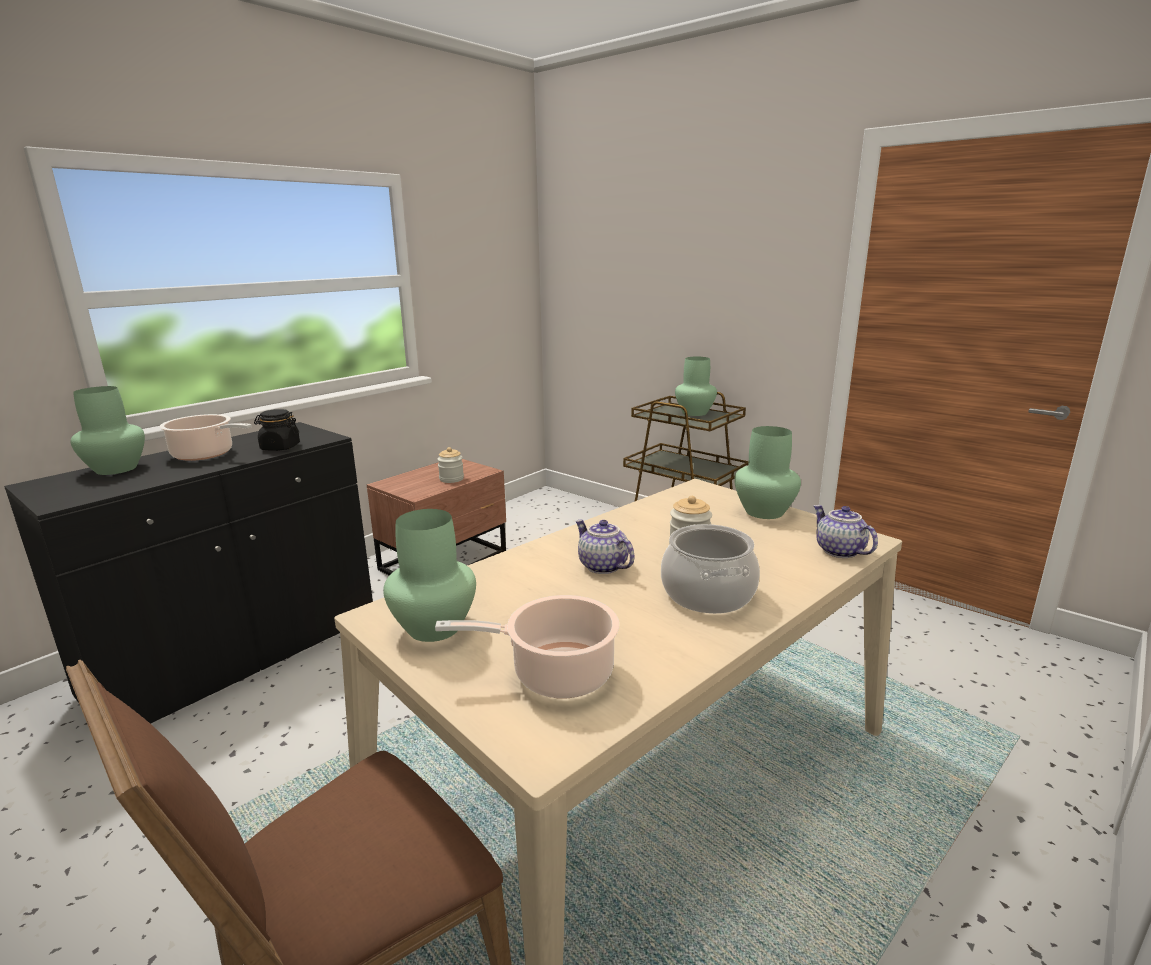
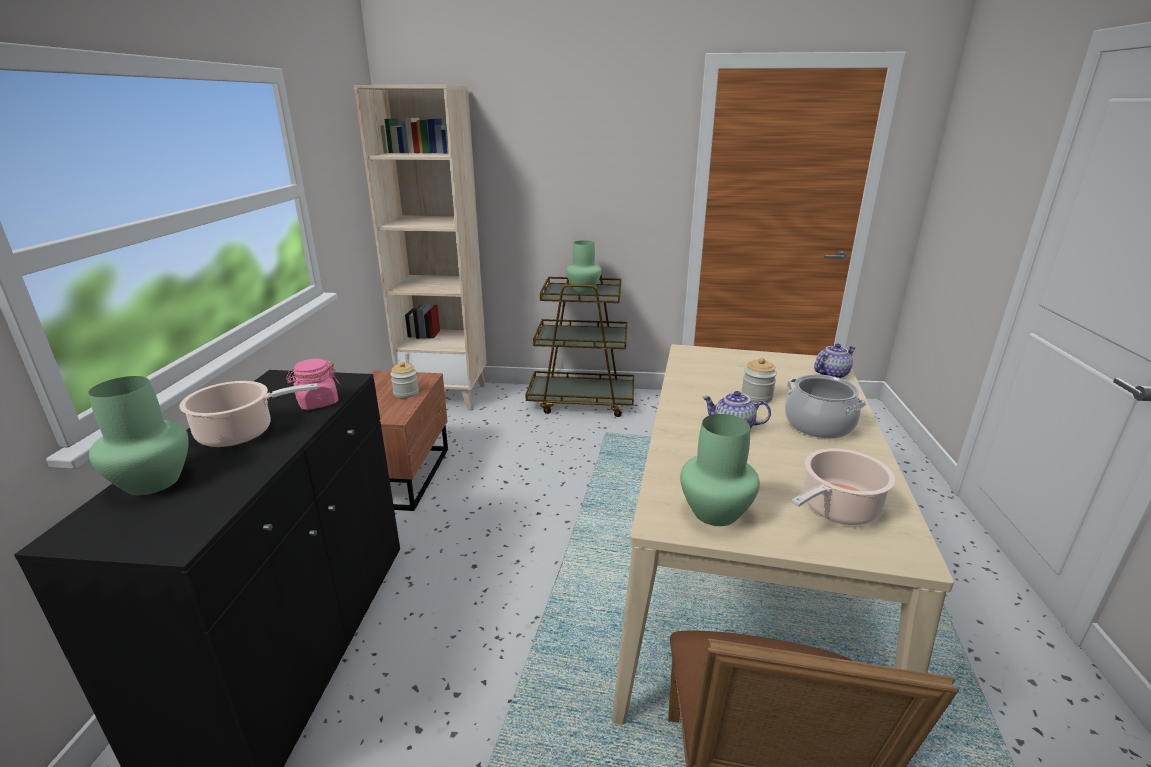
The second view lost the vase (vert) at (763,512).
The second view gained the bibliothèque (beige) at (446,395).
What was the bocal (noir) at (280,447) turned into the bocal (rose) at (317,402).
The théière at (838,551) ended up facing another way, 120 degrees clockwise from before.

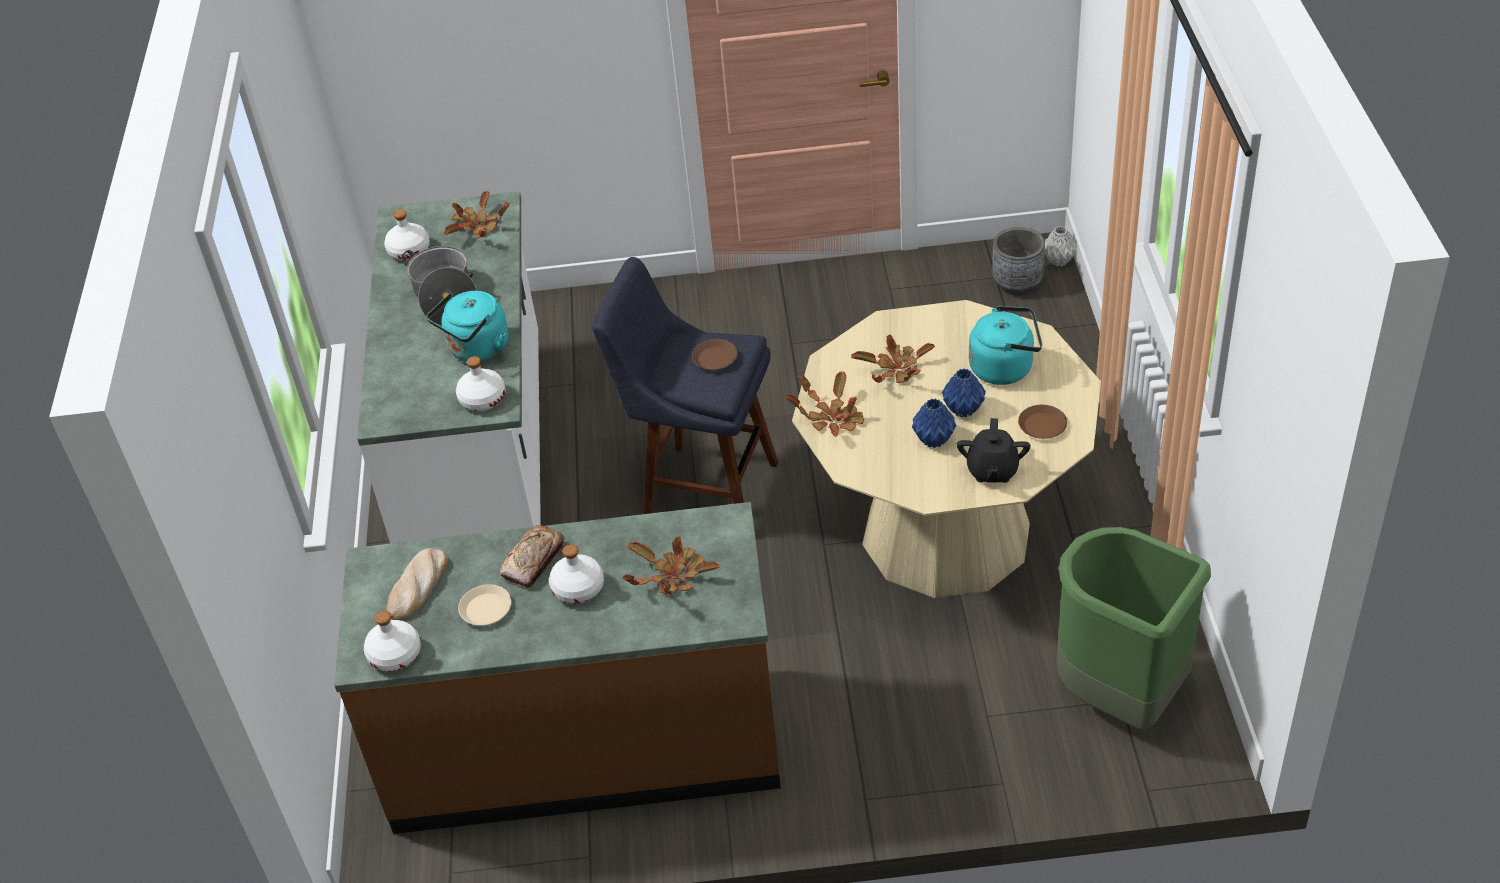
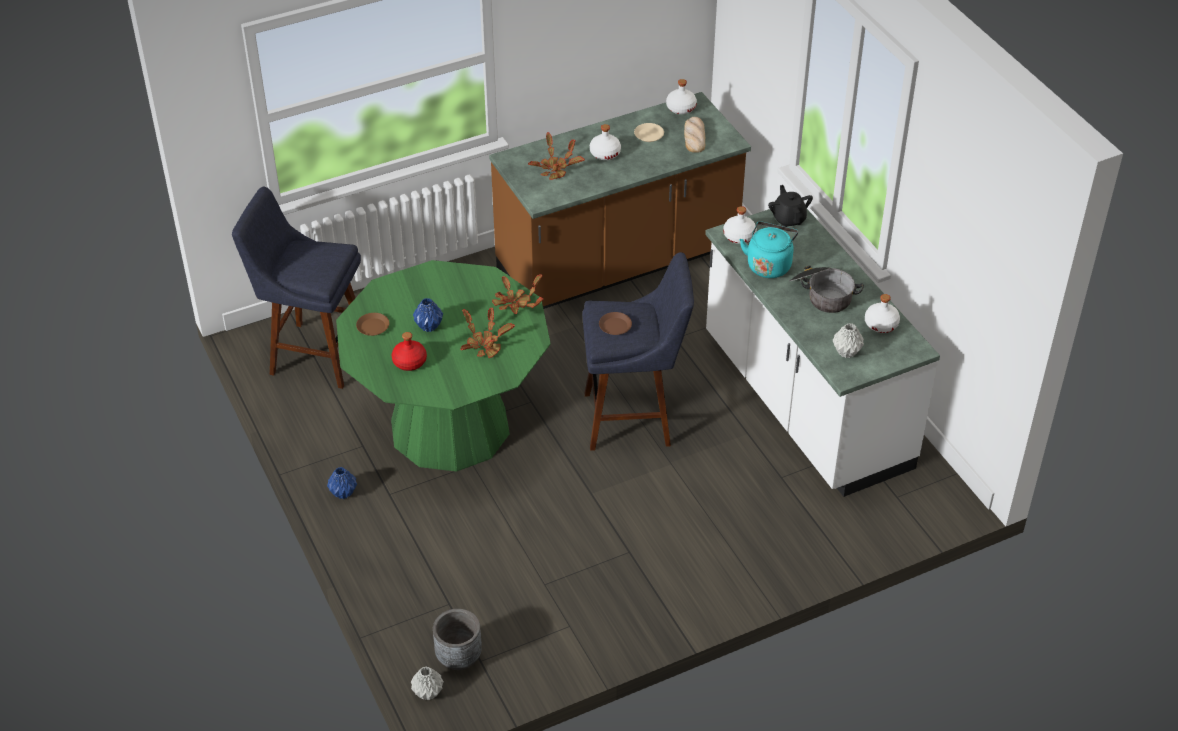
The second view lost the pain at (534,561).
The vase (bleu) ended up elsewhere, having gone from (933,440) to (343,493).
The théière (noir) ended up elsewhere, having gone from (992,470) to (788,219).
Where the plante en pot stood at (476,227), the vase (gris) came to stand at (846,353).
Where the bouilloire (turquoise) stood at (1005,367), the bouteille (rouge) came to stand at (409,362).
Where the poubelle (vert) stood at (1119,697), the tabouret (bleu) came to stand at (313,354).
What was the table à manger (beige) at (946,533) turned into the table à manger (vert) at (450,427).

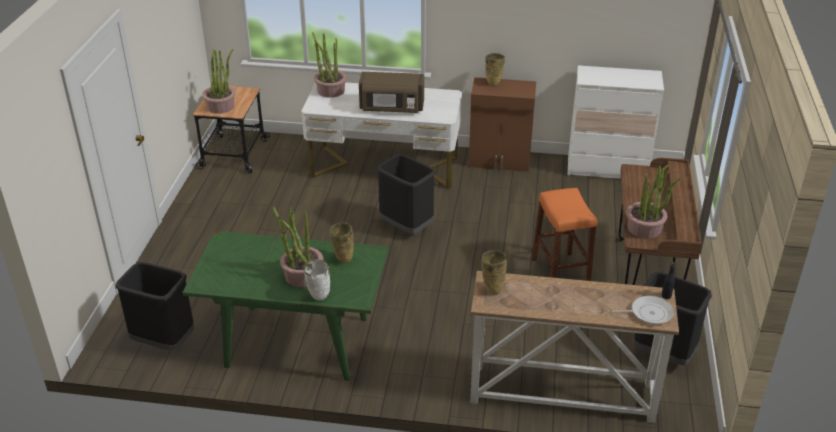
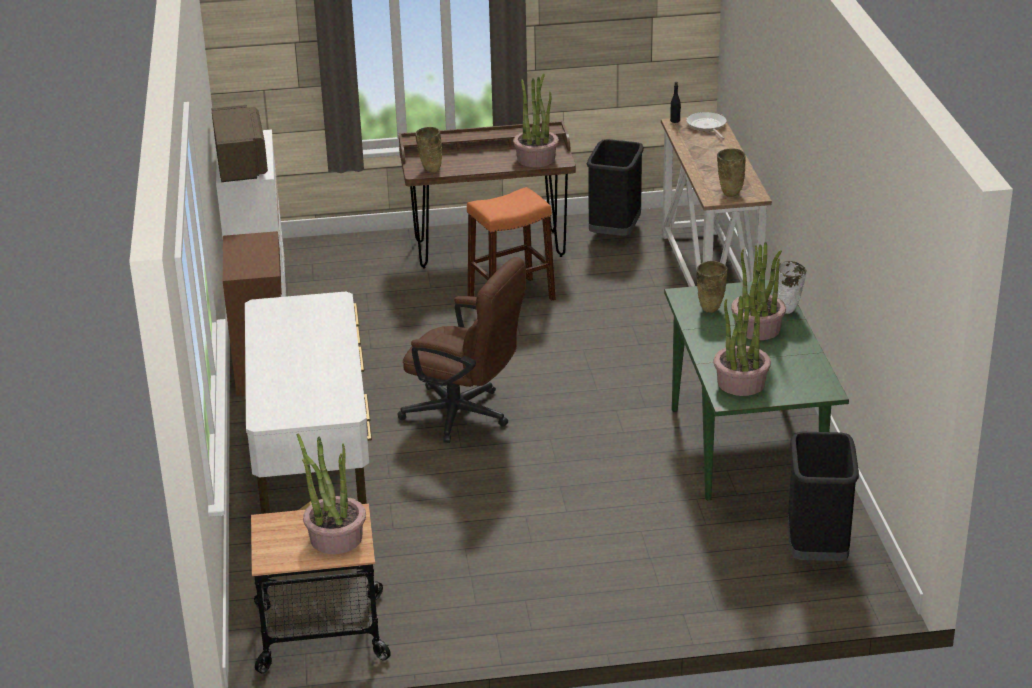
The plante en pot ended up elsewhere, having gone from (330,90) to (741,383).
The micro-ondes (marron) ended up elsewhere, having gone from (391,107) to (241,164).
The vase (beige) ended up elsewhere, having gone from (494,83) to (430,170).
Where the poubelle (noir) stood at (406,227), the chaise de bureau (marron) came to stand at (465,416).

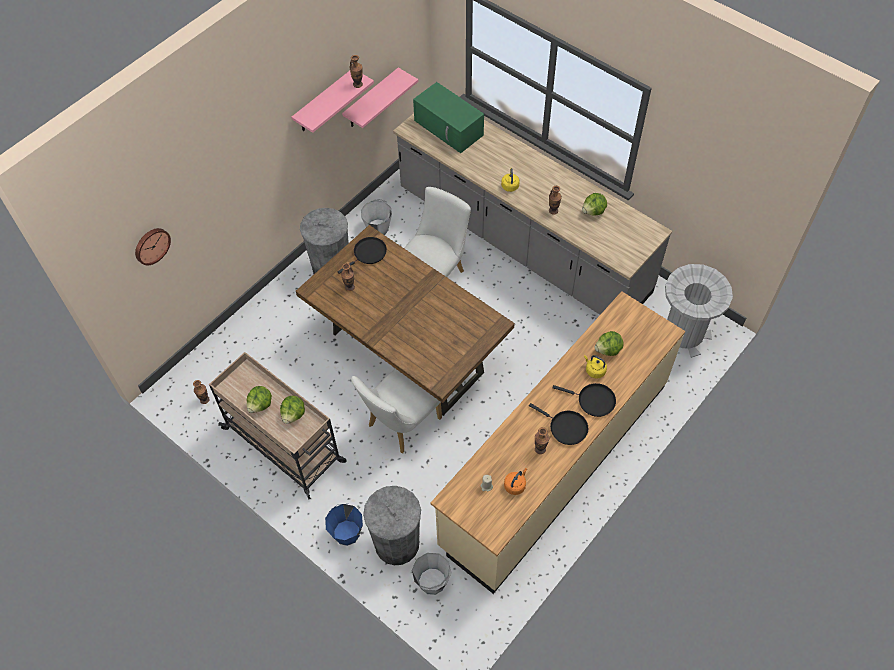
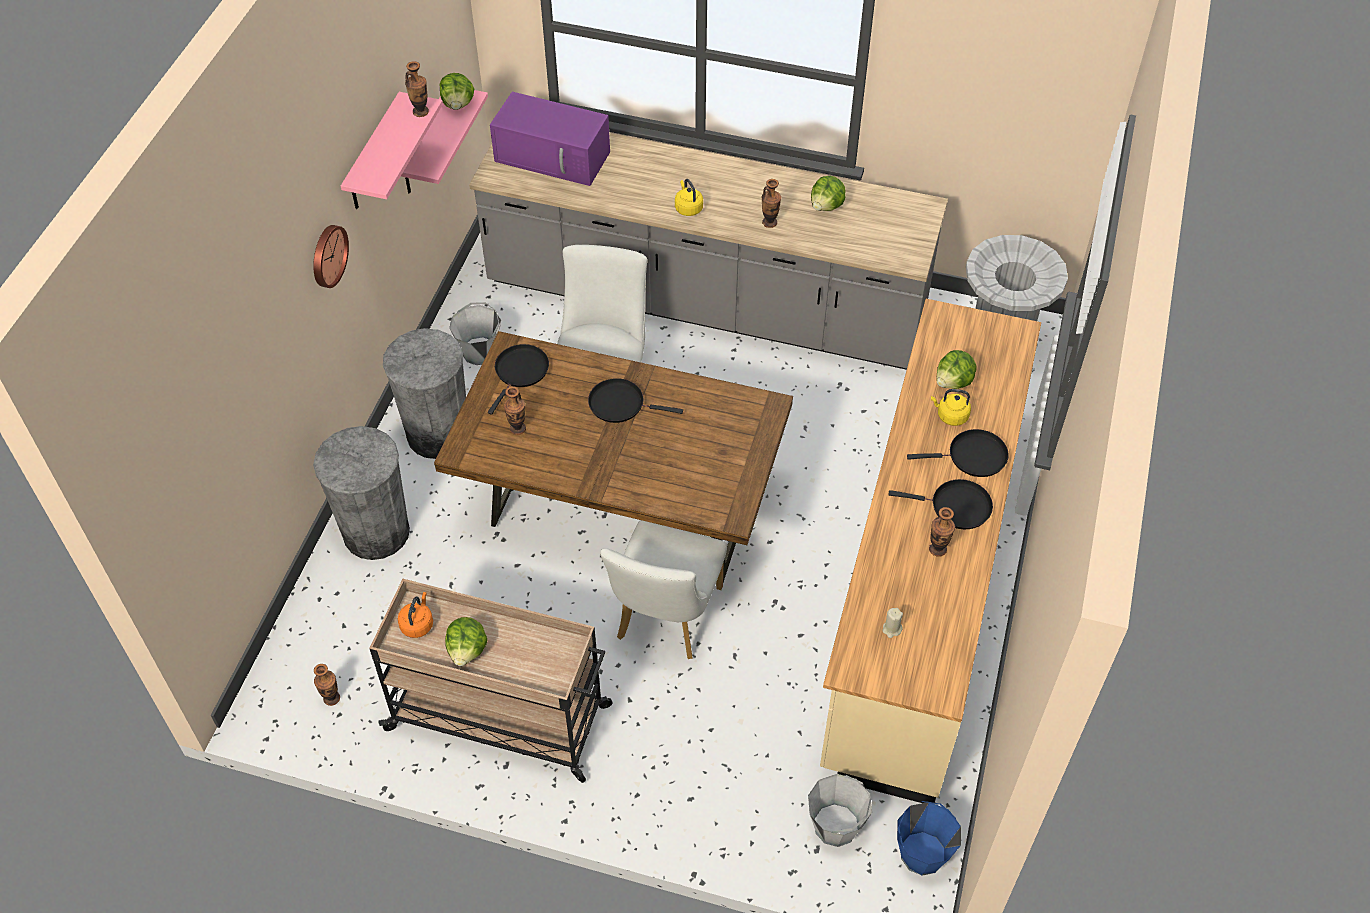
The second view gained the poêle (noir) at (620,404).
The horloge murale ended up elsewhere, having gone from (151,245) to (327,255).
The laitue ended up elsewhere, having gone from (294,414) to (458,104).
The seau (bleu) ended up elsewhere, having gone from (347,533) to (922,853).
The poubelle (gris) ended up elsewhere, having gone from (397,543) to (376,532).
The bouilloire (orange) ended up elsewhere, having gone from (515,485) to (417,624).
What was the micro-ondes (vert) at (449,128) turned into the micro-ondes (violet) at (554,156).

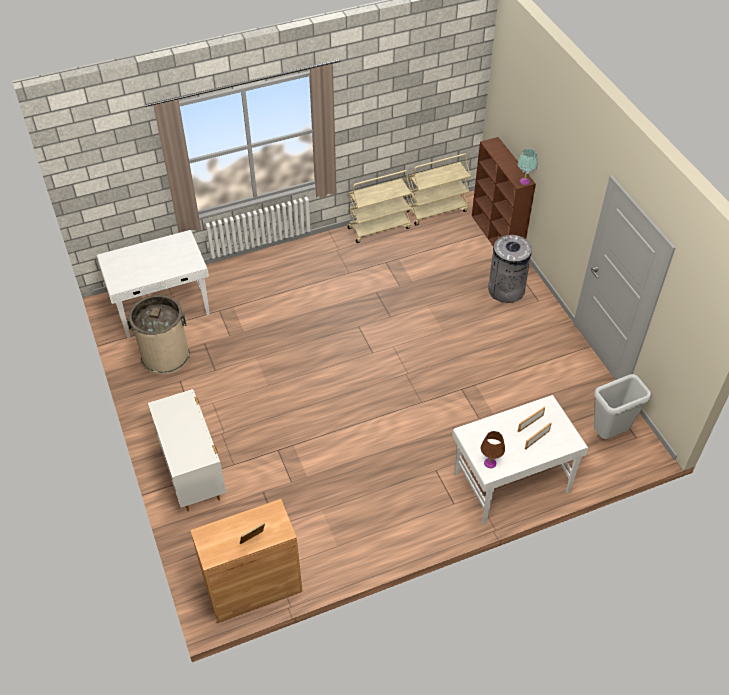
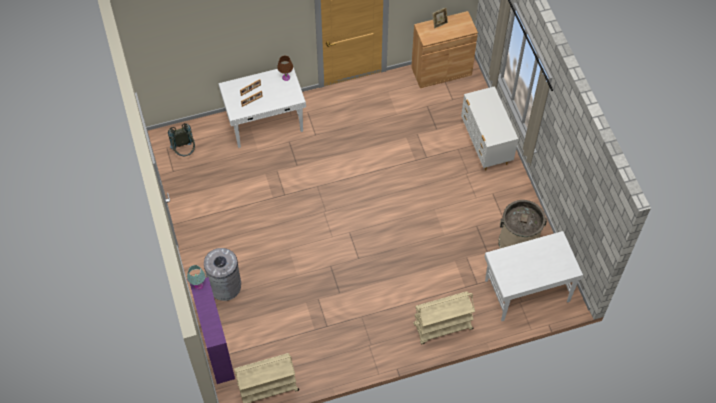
The chariot (beige) ended up elsewhere, having gone from (379,227) to (442,327).
Where the poubelle (gris) stood at (609,434), the sac à dos (gris) came to stand at (185,151).
What was the bibliothèque (marron) at (497,237) turned into the bibliothèque (violet) at (217,349).

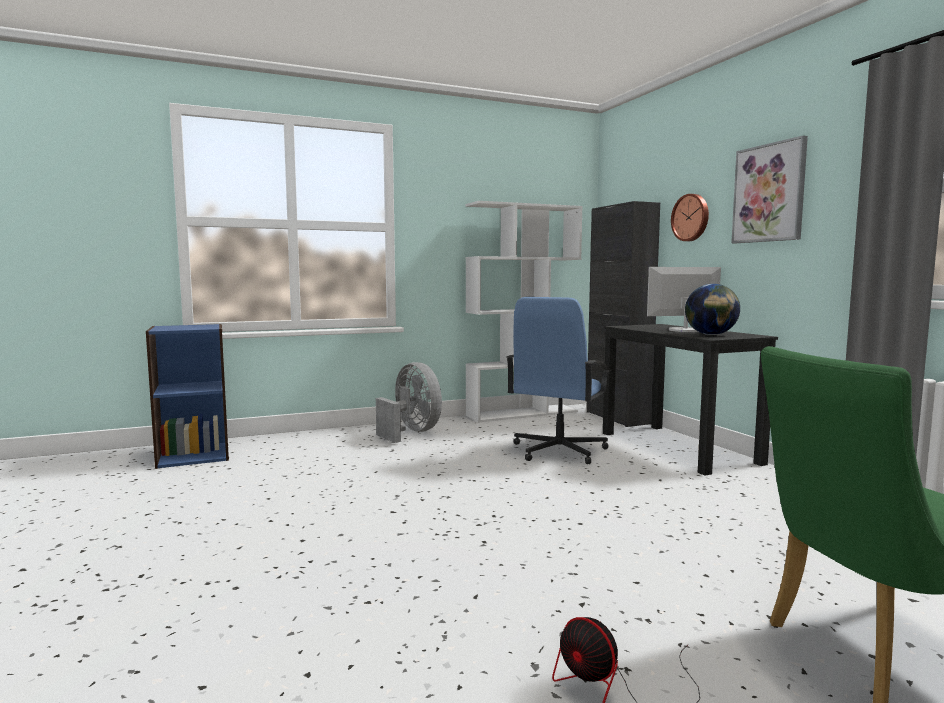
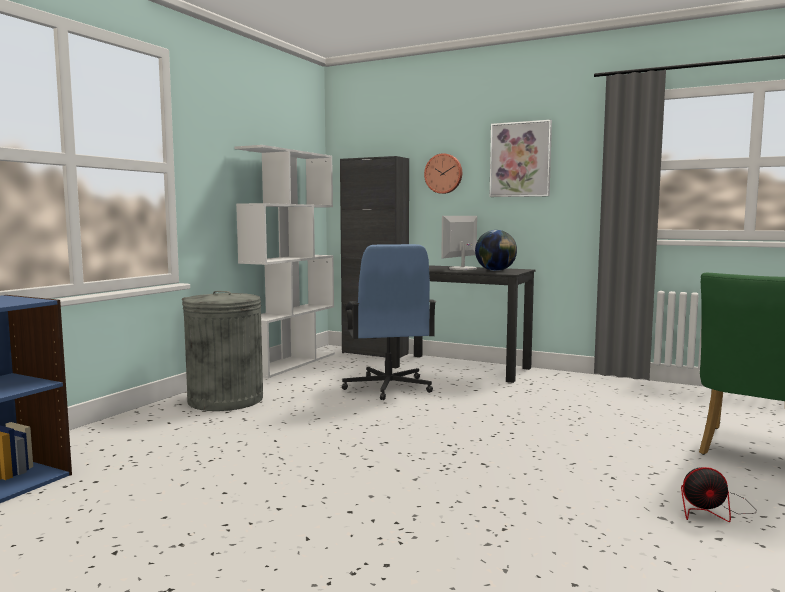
Where the ventilateur (gris) stood at (411,433), the poubelle (gris) came to stand at (225,400).

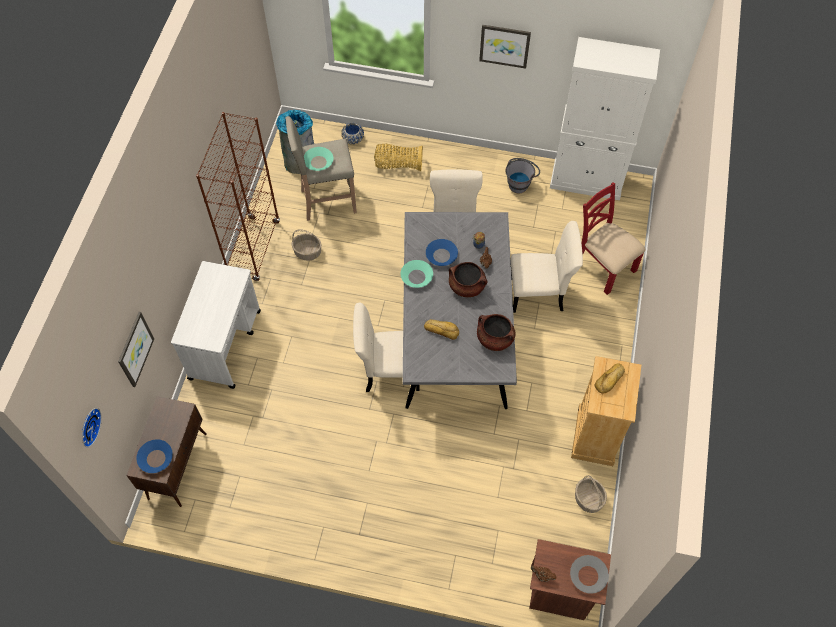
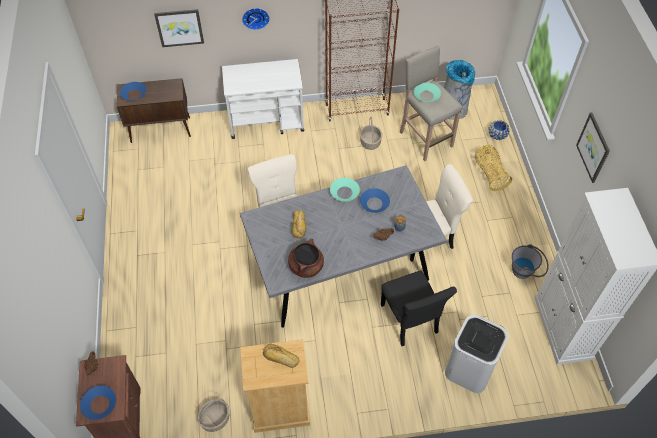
The second view lost the marmite (marron) at (467,286).
The horloge murale ended up elsewhere, having gone from (88,426) to (255,17).
Where the chaise (rouge) stood at (603,265), the poubelle (blanc) came to stand at (470,369).
What was the chaise (beige) at (539,294) turned into the chaise (noir) at (410,321).
What was the bol (gris) at (588,576) turned into the bol (bleu) at (99,404).

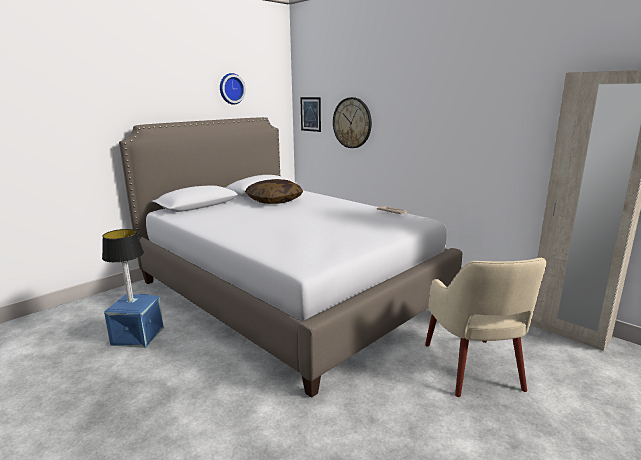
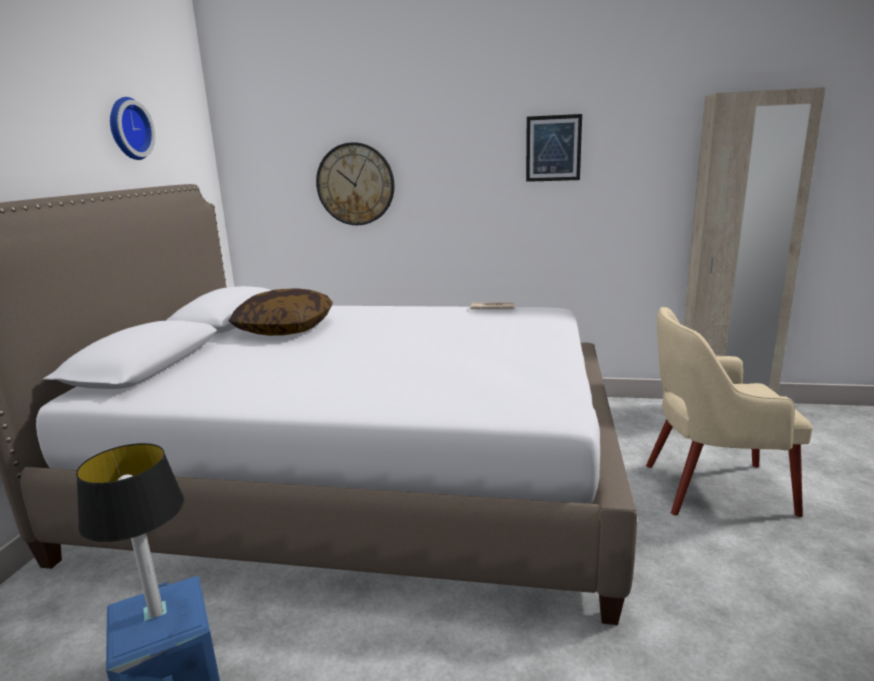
The tableau ended up elsewhere, having gone from (310,114) to (553,148).
The fauteuil (beige) at (473,368) ended up facing another way, 135 degrees clockwise from before.

